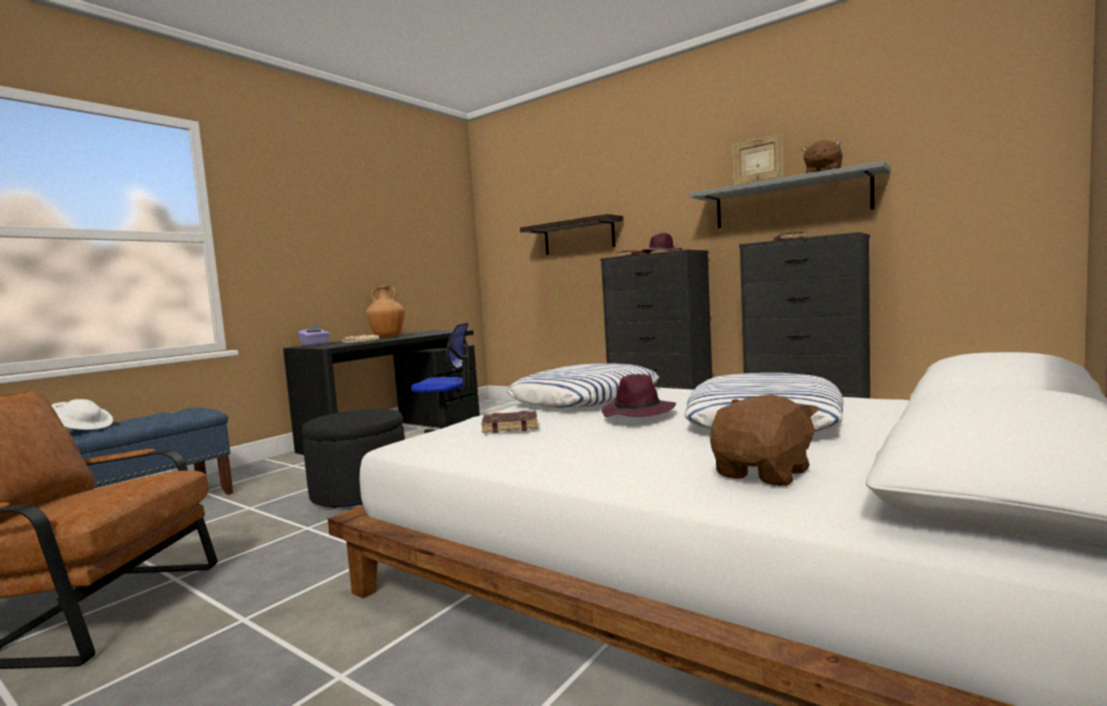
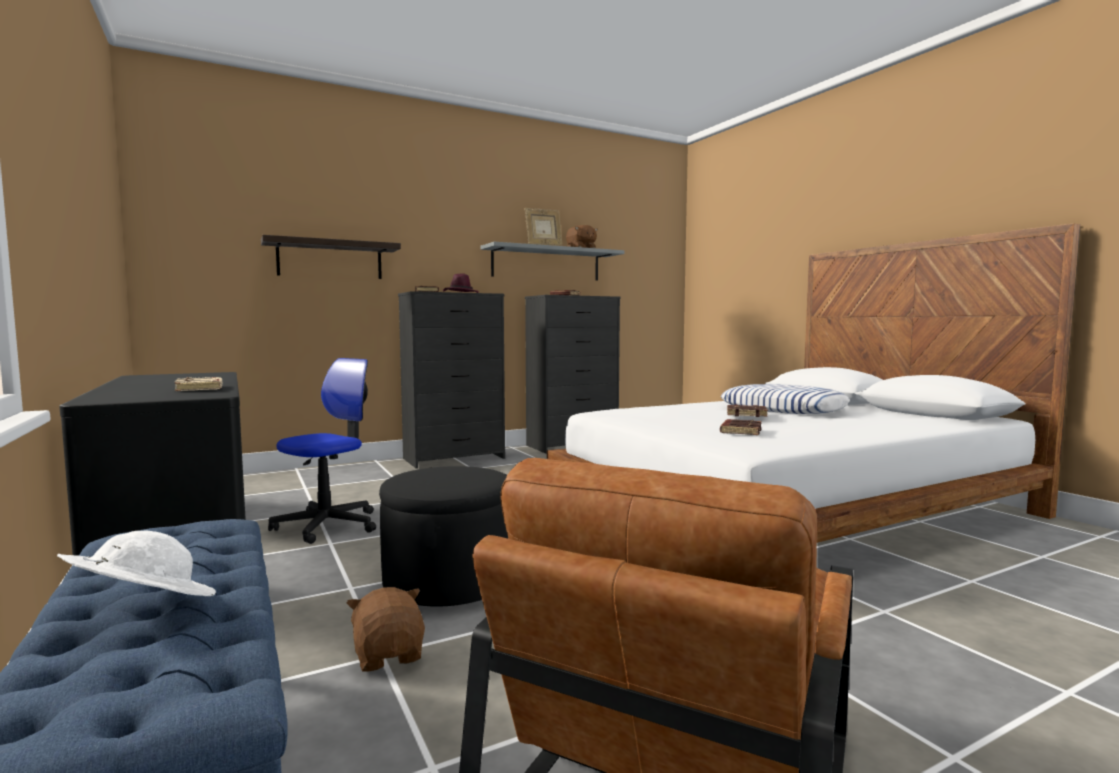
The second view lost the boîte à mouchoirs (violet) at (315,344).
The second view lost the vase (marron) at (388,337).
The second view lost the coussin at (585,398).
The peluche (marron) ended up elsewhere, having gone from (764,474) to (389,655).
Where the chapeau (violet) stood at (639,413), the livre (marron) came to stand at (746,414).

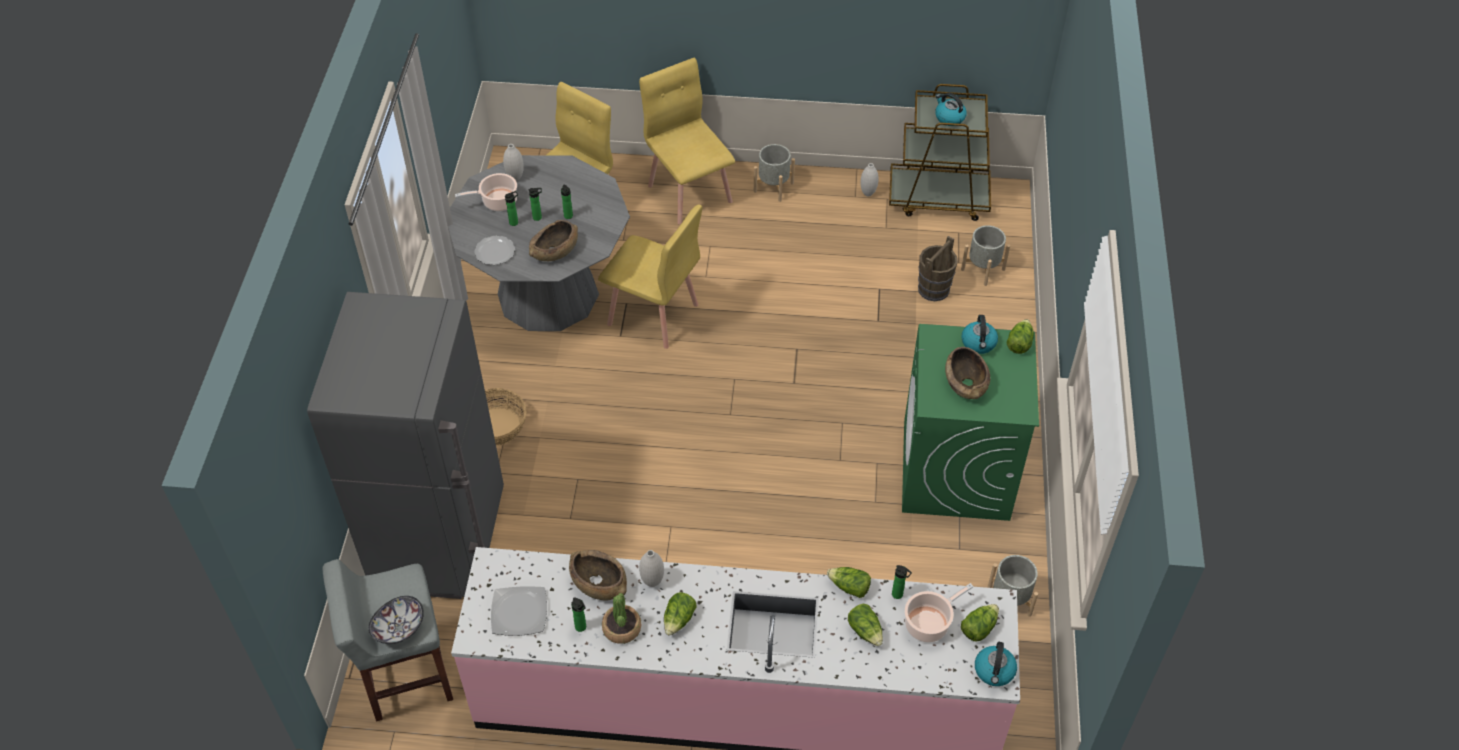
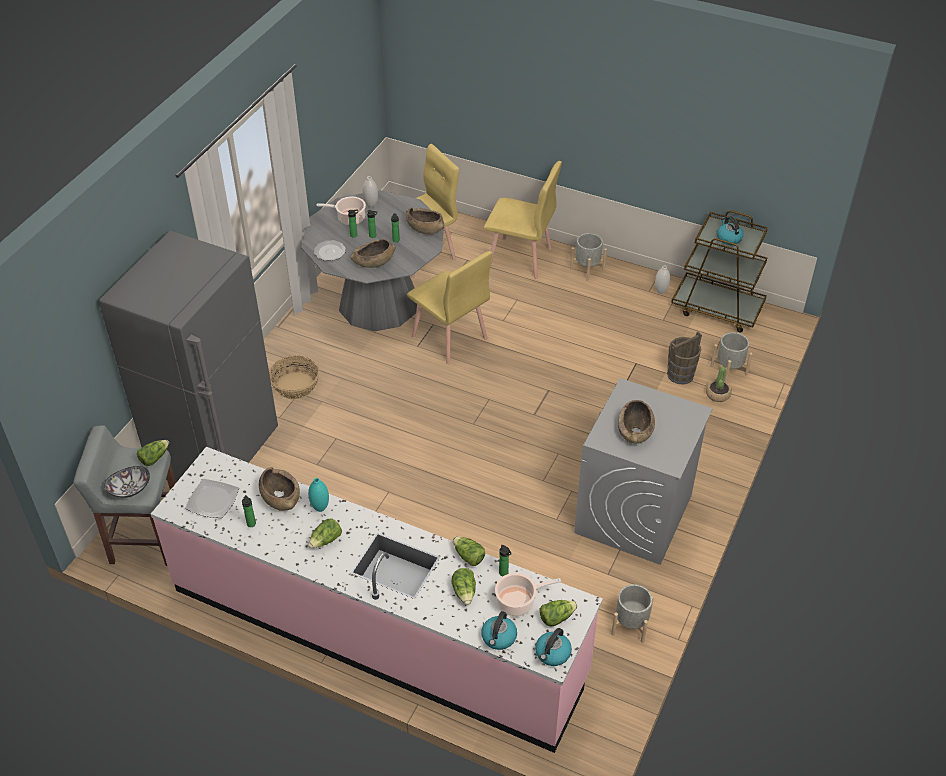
The second view gained the bol (marron) at (424,228).
The plante en pot ended up elsewhere, having gone from (622,628) to (718,394).
The bouilloire ended up elsewhere, having gone from (978,343) to (499,638).
The laitue ended up elsewhere, having gone from (1019,343) to (154,458).
What was the vase (blanc) at (652,582) turned into the vase (turquoise) at (320,508).
What was the lave-linge (vert) at (956,471) turned into the lave-linge (gris) at (633,515).
The chaise (jaune) at (690,193) ended up facing another way, 120 degrees clockwise from before.

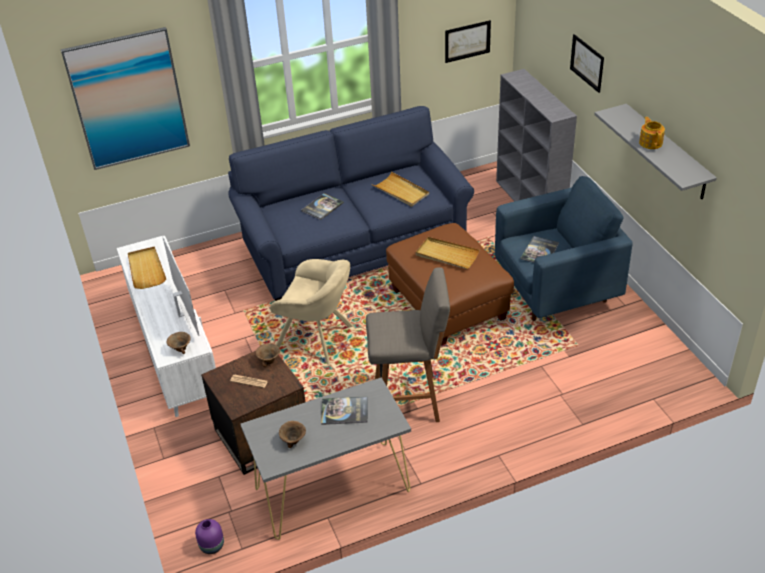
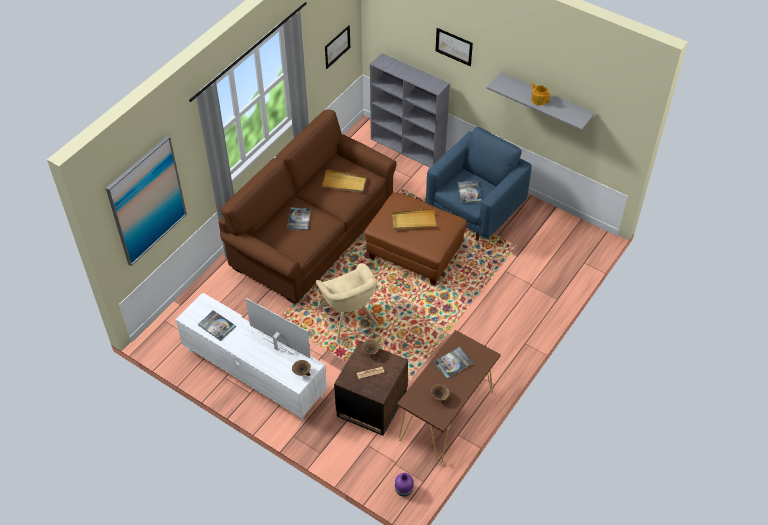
The second view lost the tabouret (gris) at (409,400).
Where the plateau (beige) stood at (146,269), the livre came to stand at (217,326).
What was the canapé (bleu) at (354,246) turned into the canapé (marron) at (313,235).
What was the table console (gris) at (332,490) turned into the table console (marron) at (446,416).
The fauteuil (beige) at (318,339) ended up facing another way, 75 degrees clockwise from before.

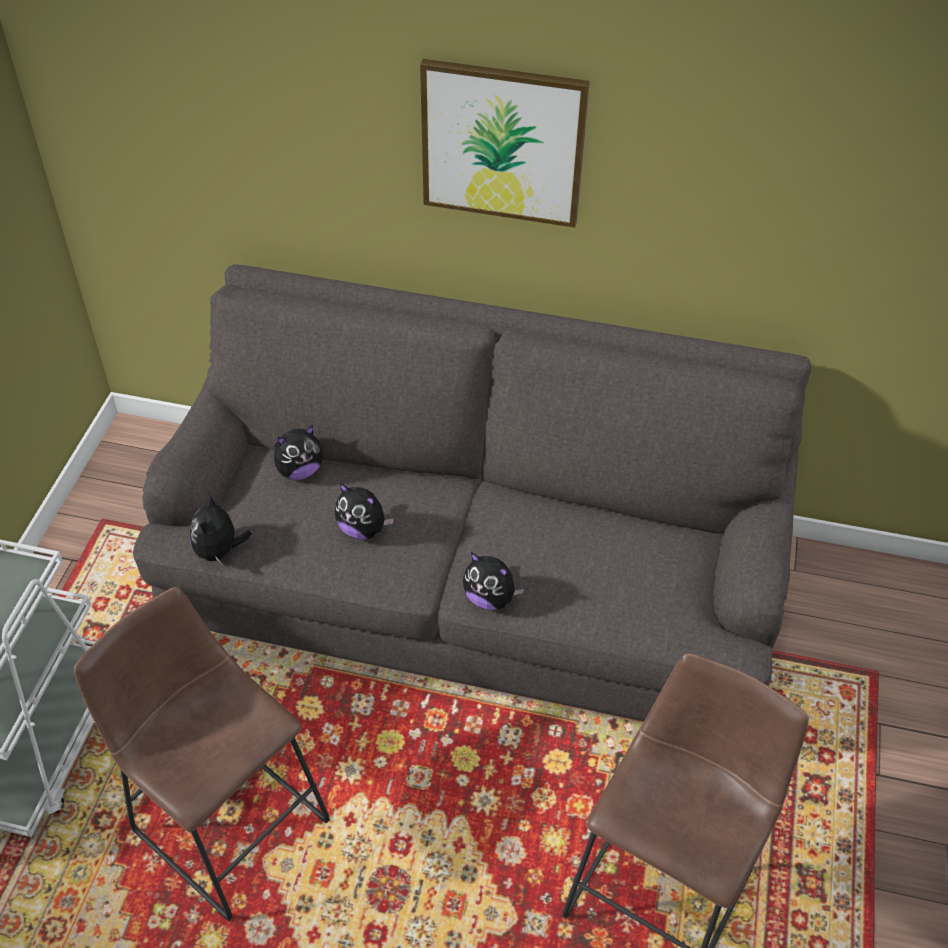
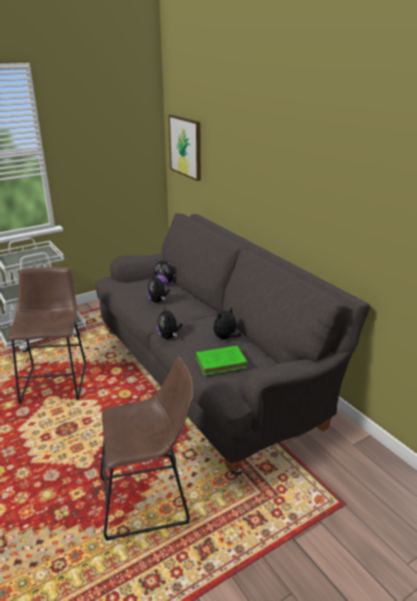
The second view gained the livre (vert) at (222,362).
The peluche ended up elsewhere, having gone from (219,551) to (225,338).
The tableau ended up elsewhere, having gone from (503,143) to (186,147).

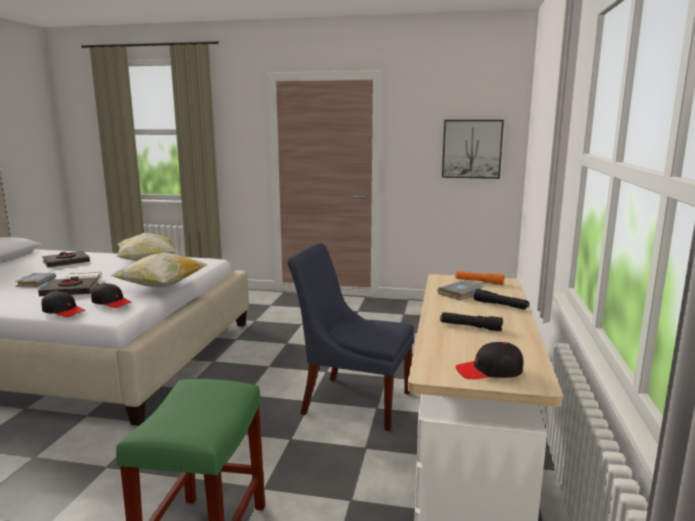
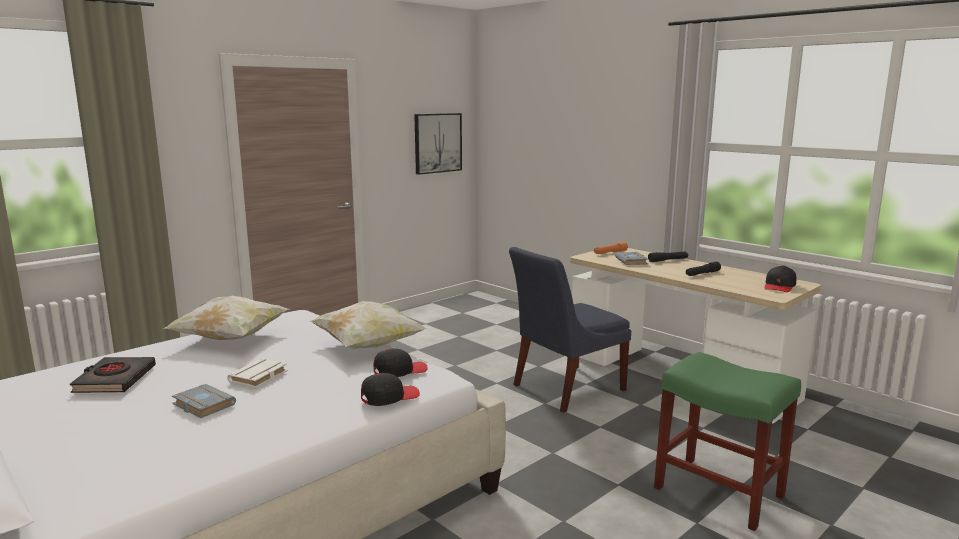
The second view lost the livre (noir) at (70,291).

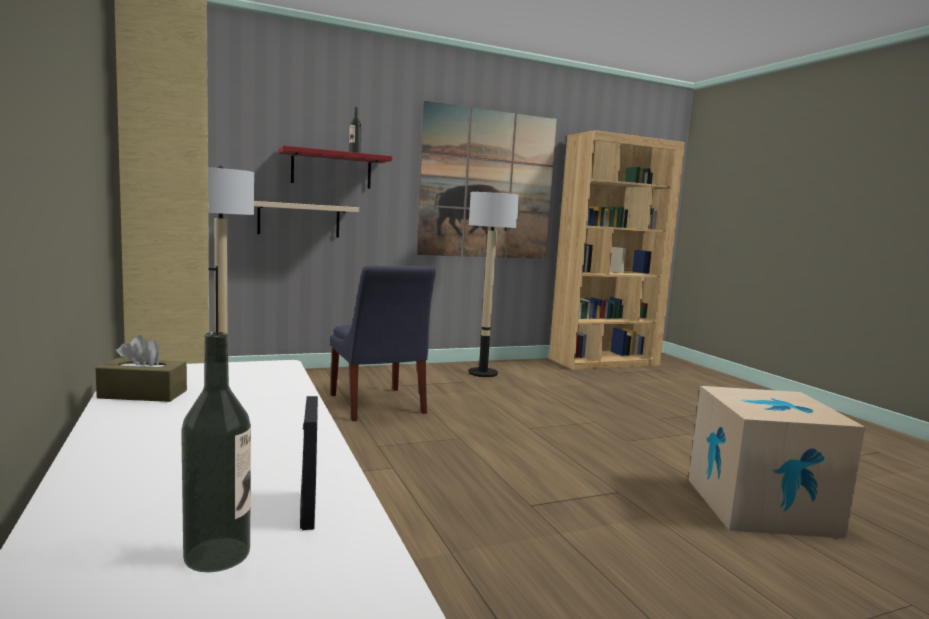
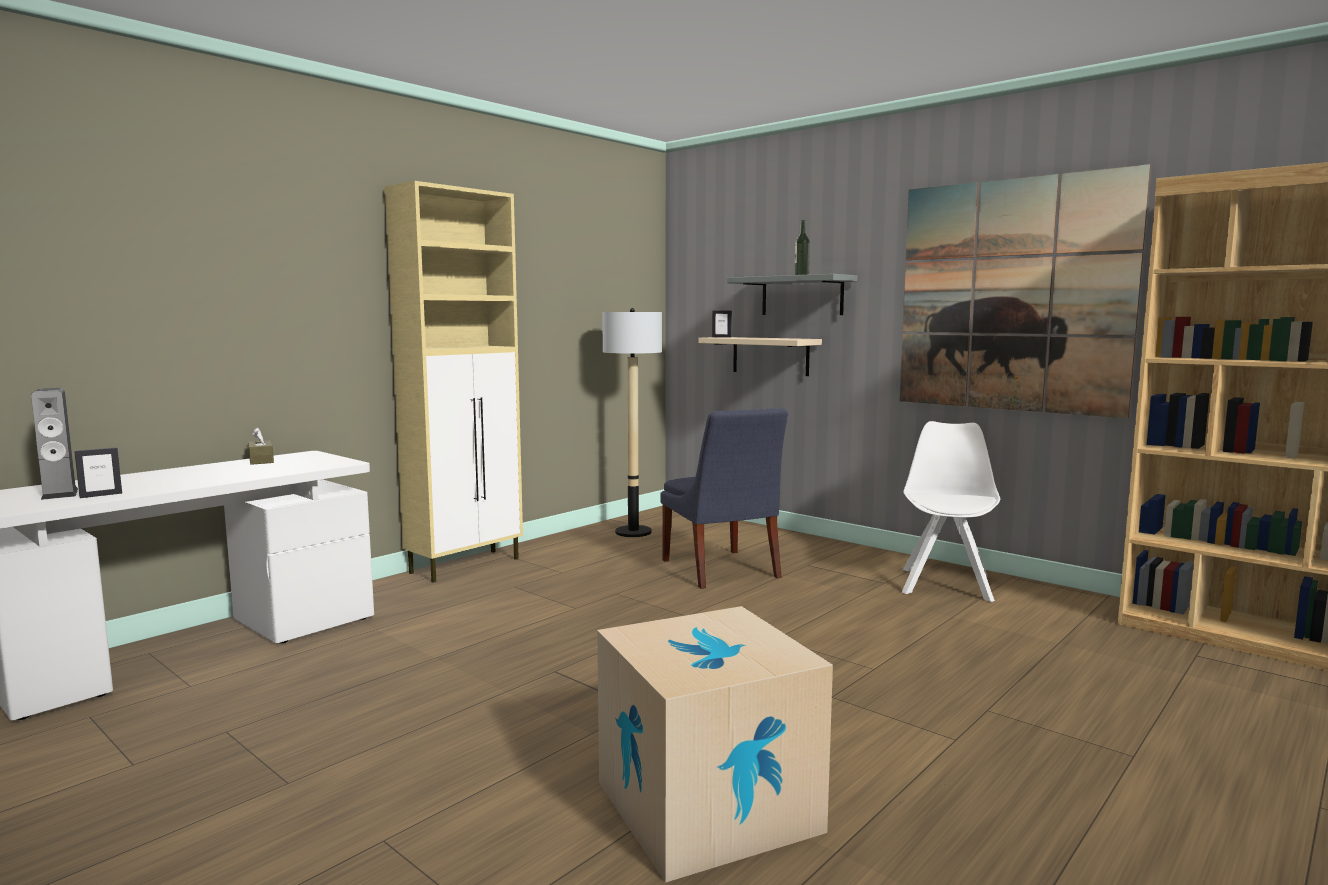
The second view gained the cadre photo at (721,337).
Where the bouteille stood at (217,554), the enceinte came to stand at (59,494).
Where the lampadaire stood at (483,373), the chaise (blanc) came to stand at (946,583).
What was the étagère (rouge) at (331,169) turned into the étagère (gris) at (802,296).
The chaise (bleu) at (377,405) ended up facing another way, 60 degrees counterclockwise from before.

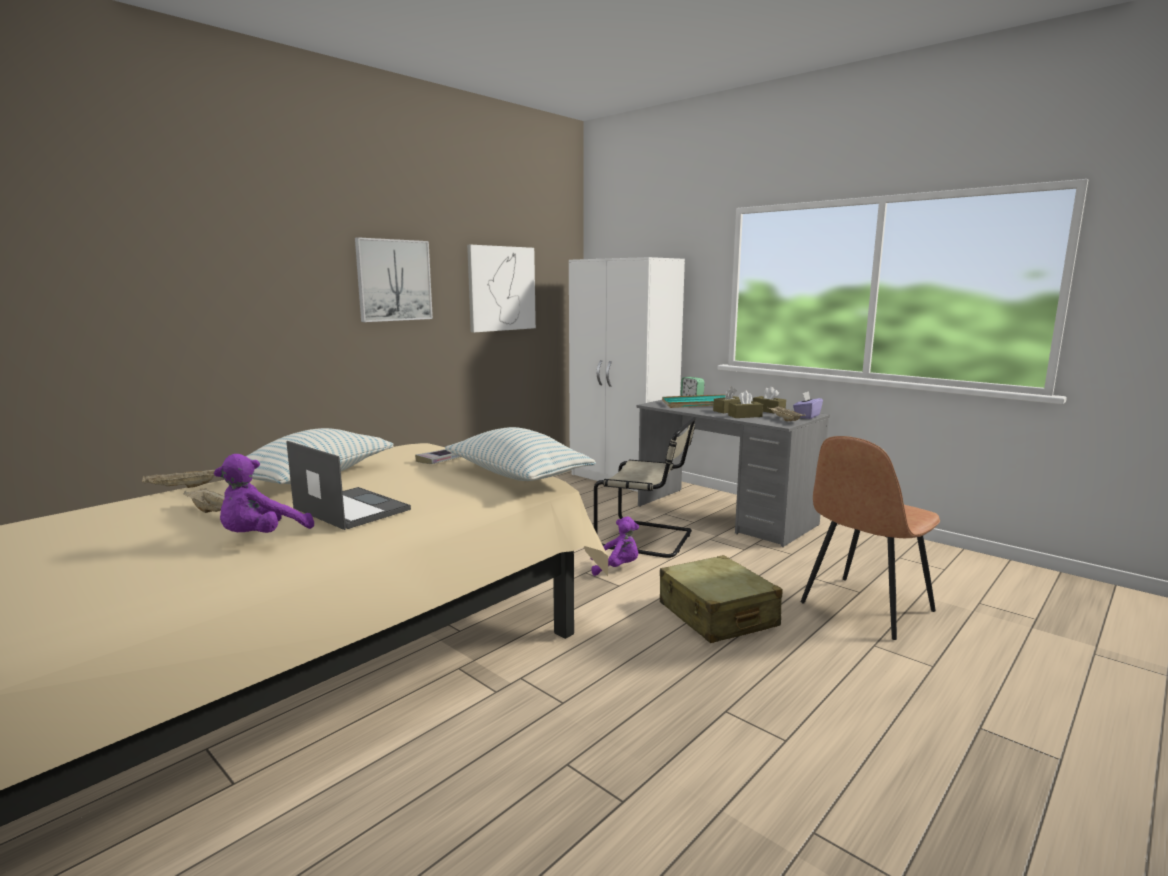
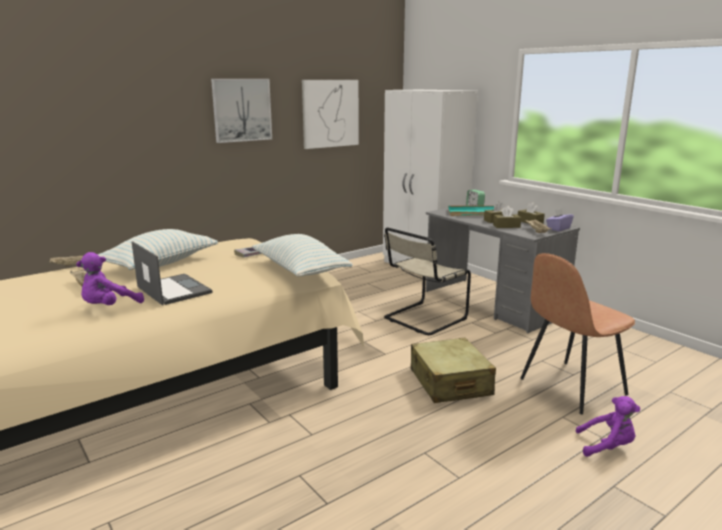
The peluche (violet) ended up elsewhere, having gone from (616,568) to (607,446).
The chaise (beige) at (648,539) ended up facing another way, 105 degrees clockwise from before.

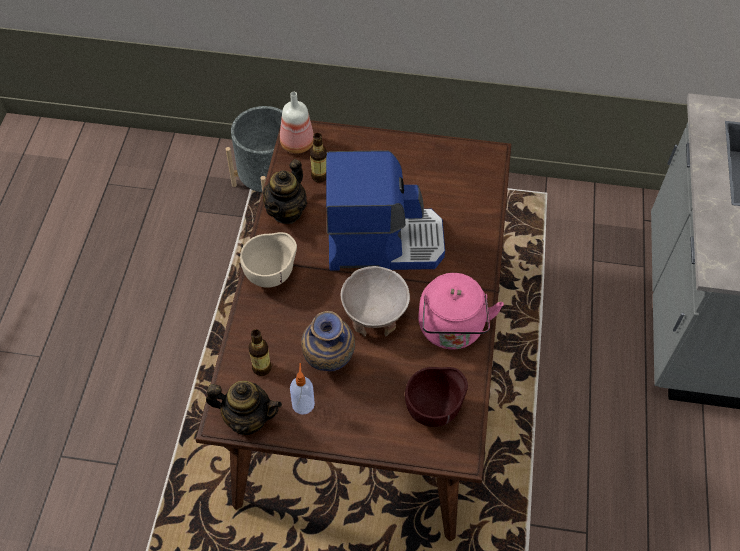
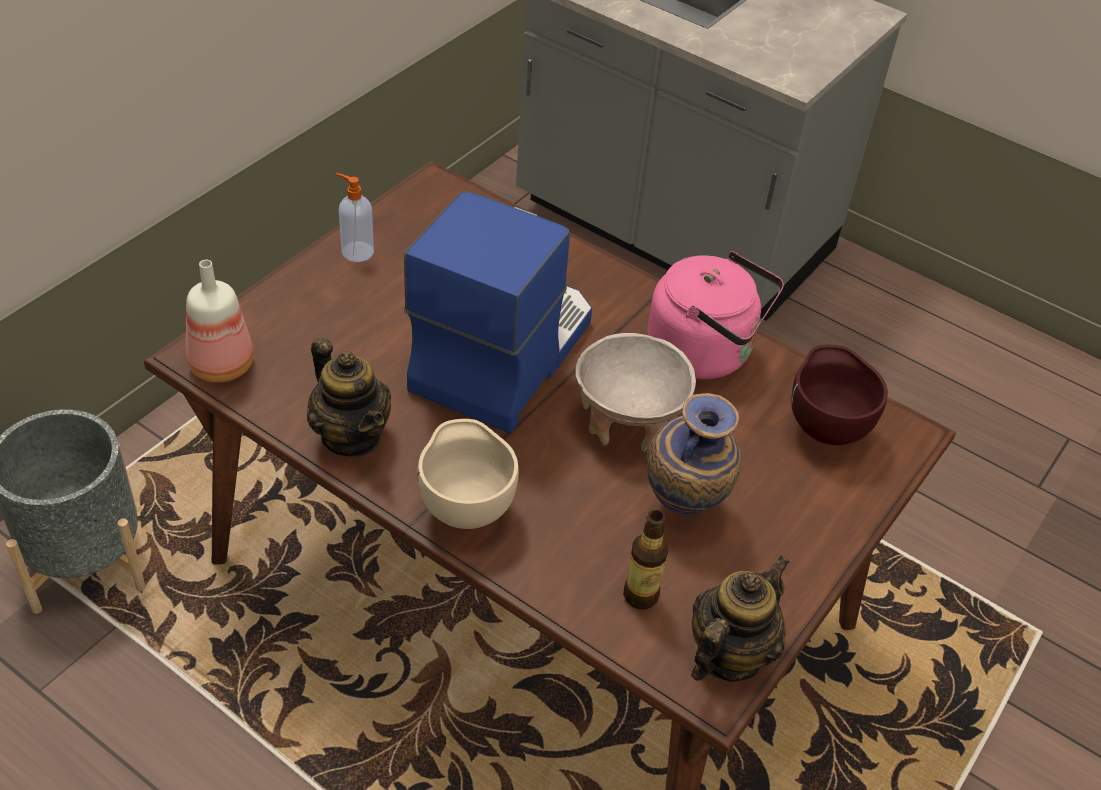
The second view lost the bouteille at (319,176).
The distributeur de savon ended up elsewhere, having gone from (303,403) to (356,251).

